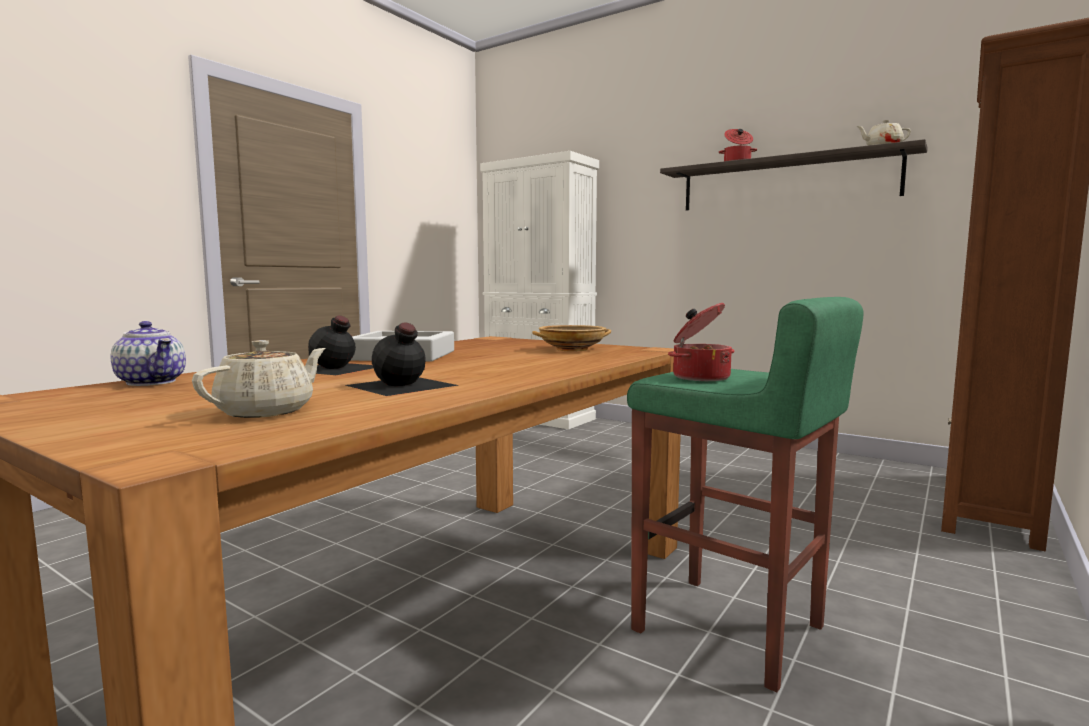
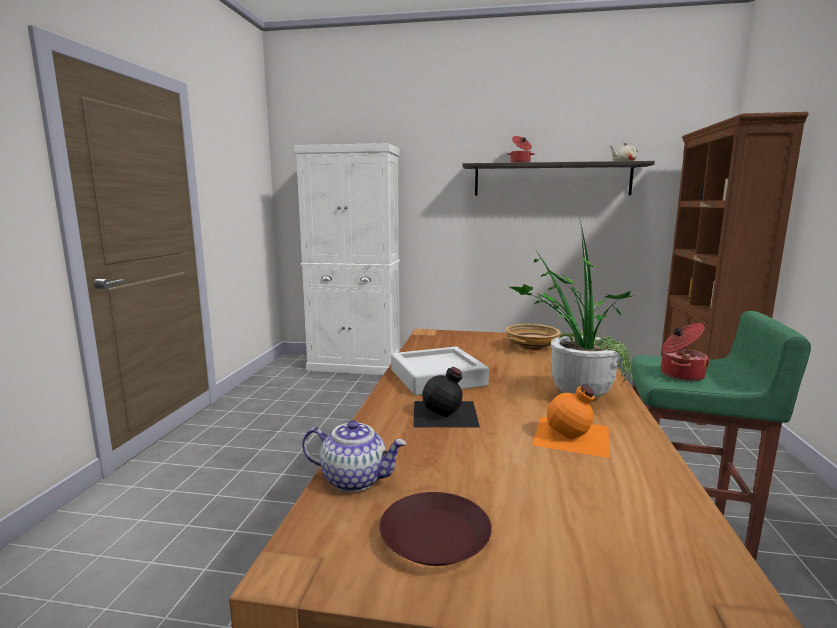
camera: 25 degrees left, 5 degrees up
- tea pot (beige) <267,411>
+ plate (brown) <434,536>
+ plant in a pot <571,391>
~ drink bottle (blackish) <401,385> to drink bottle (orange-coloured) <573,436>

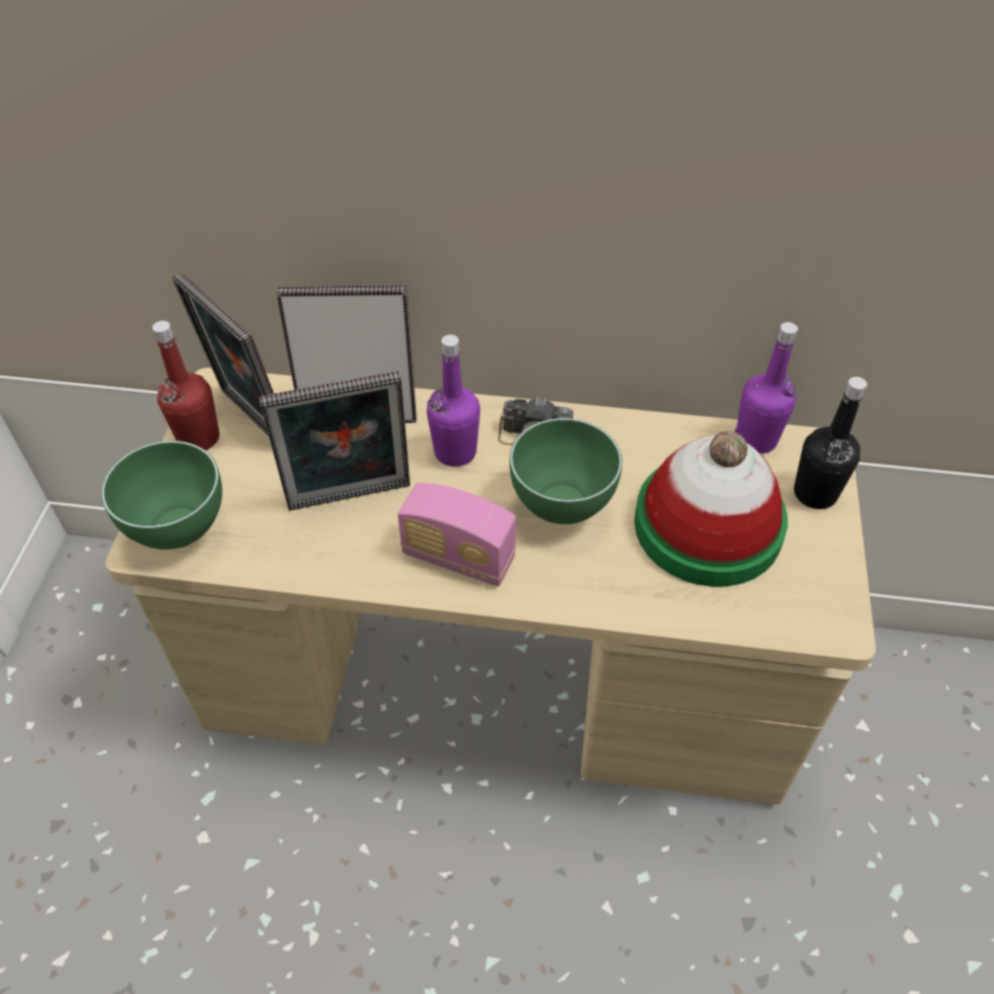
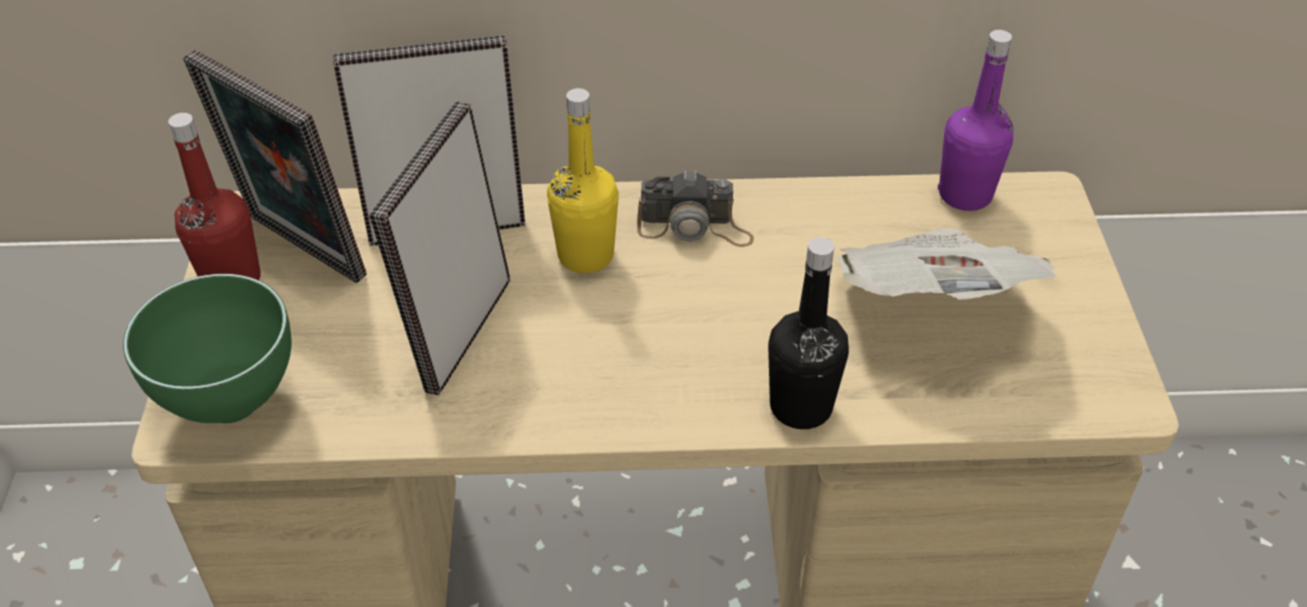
camera: 10 degrees left, 5 degrees down
- radio <458,557>
- bowl (green-coloured) <562,507>
~ drink bottle (blackish) <815,493> to <801,407>
~ clothing hat <707,525> to daily paper <932,303>
~ drink bottle (purple) <455,452> to drink bottle (yellow) <585,255>
~ standing frame <350,500> = <459,332> 135 degrees clockwise

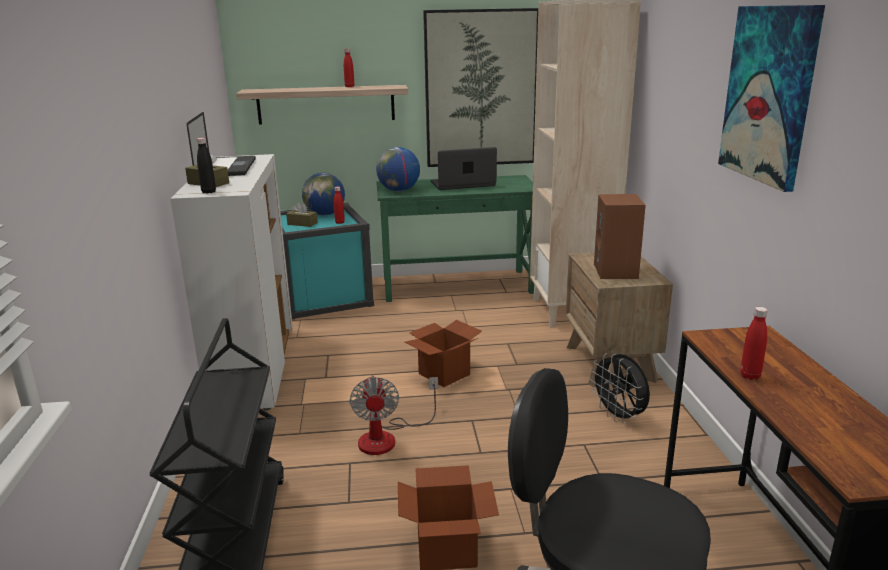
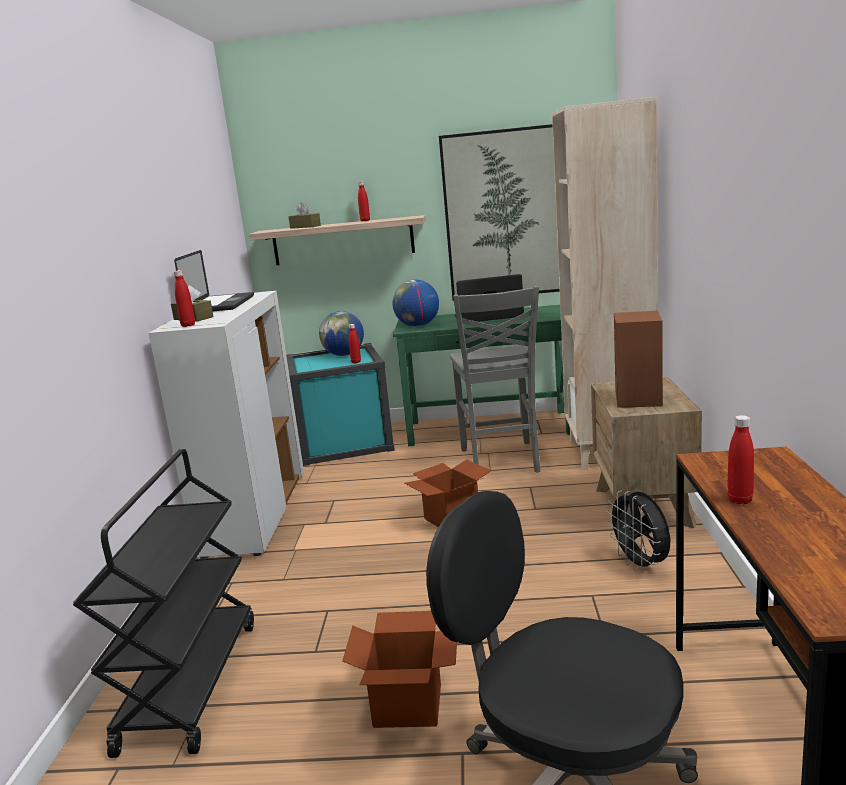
camera: 10 degrees right, 5 degrees down
- electric fan <387,437>
- wall picture <769,94>
+ plain chair (grey) <500,461>
~ tissue box (brown) <302,224> to <305,227>
~ drink bottle (blackish) <208,192> to drink bottle (red) <188,325>

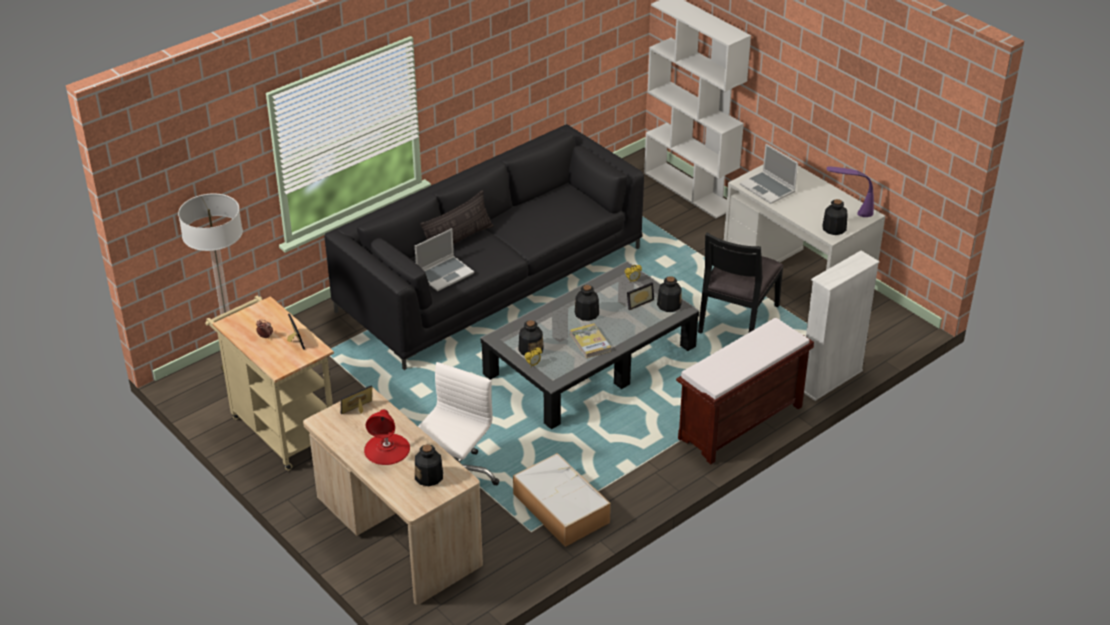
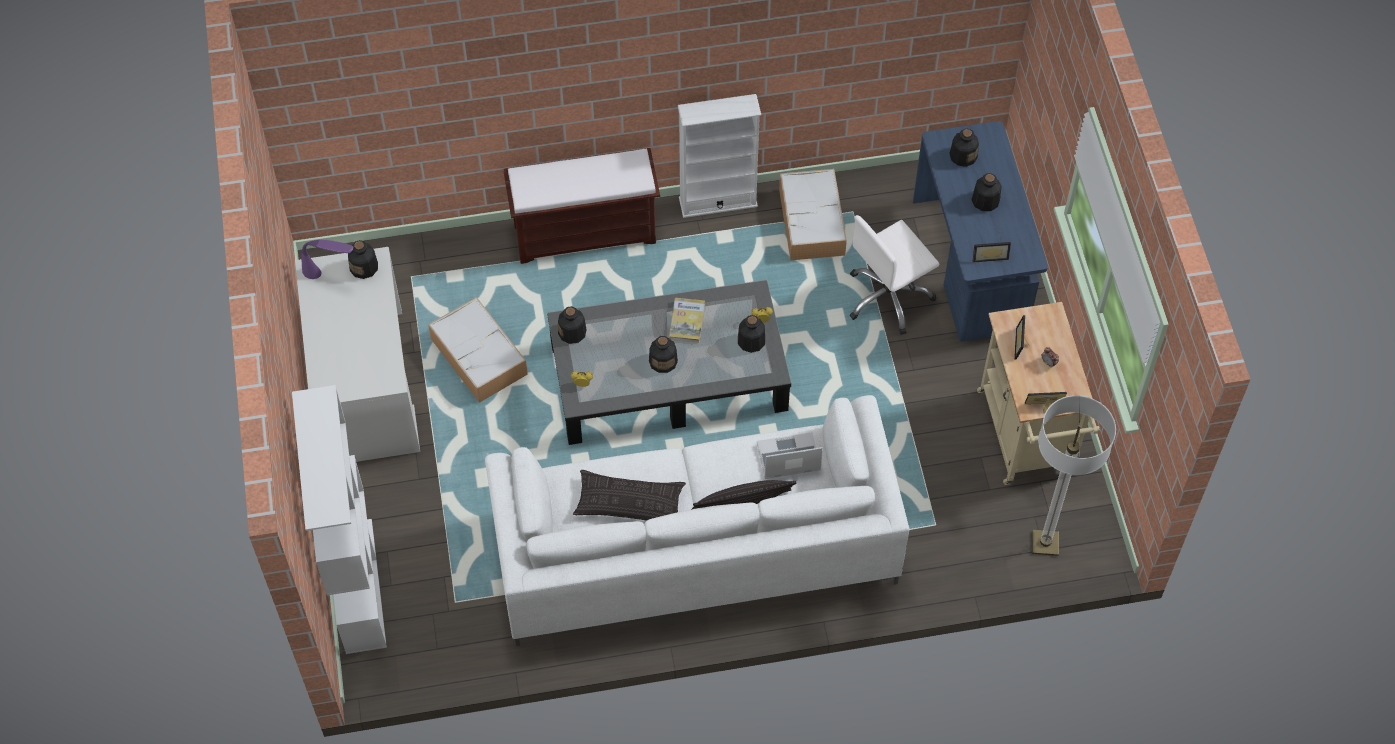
camera: 150 degrees left, 20 degrees up
- notebook computer <768,189>
+ pillow <629,503>
~ standing frame <638,302> to <1044,408>
~ bookshelf (whitish) <830,380> to <718,202>
~ tabletop lamp (red) <387,449> to drink bottle <985,200>
~ plain chair (blackish) <736,319> to storage bin <480,358>
~ desk (beige) <396,533> to desk (blue-coloured) <972,264>
~ couch (blackish) <491,279> to couch (whitish) <694,548>

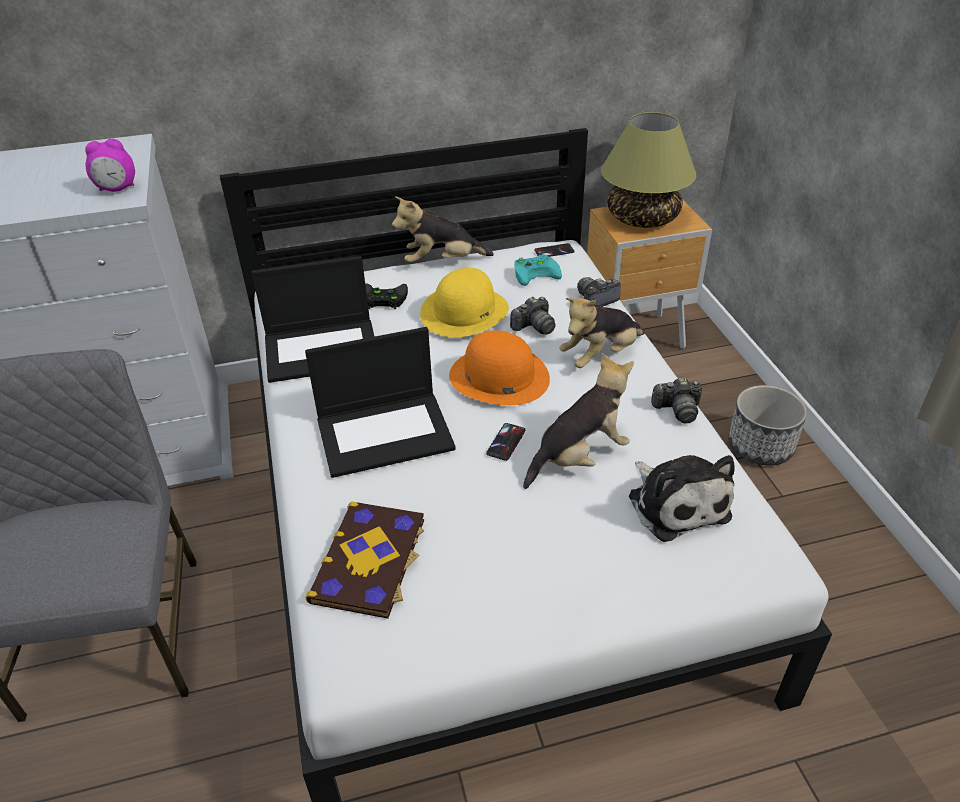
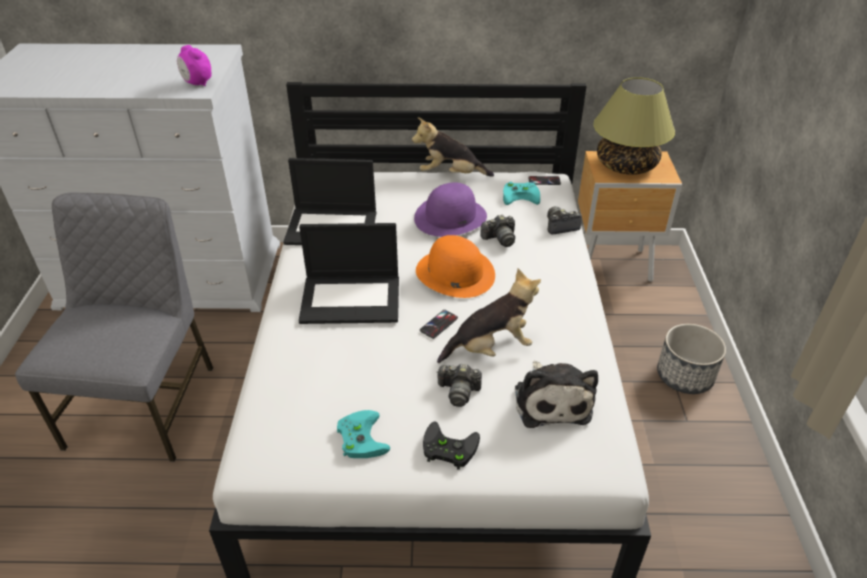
camera: 15 degrees right, 0 degrees up
- book <371,561>
- soft toy <600,356>
+ gamepad (turquoise) <359,437>
~ gamepad (blackish) <382,299> to <447,448>
~ photo camera <677,410> to <458,391>
~ clothing hat (yellow) <464,311> to clothing hat (purple) <450,217>
~ alarm clock <117,189> = <197,83> 45 degrees clockwise

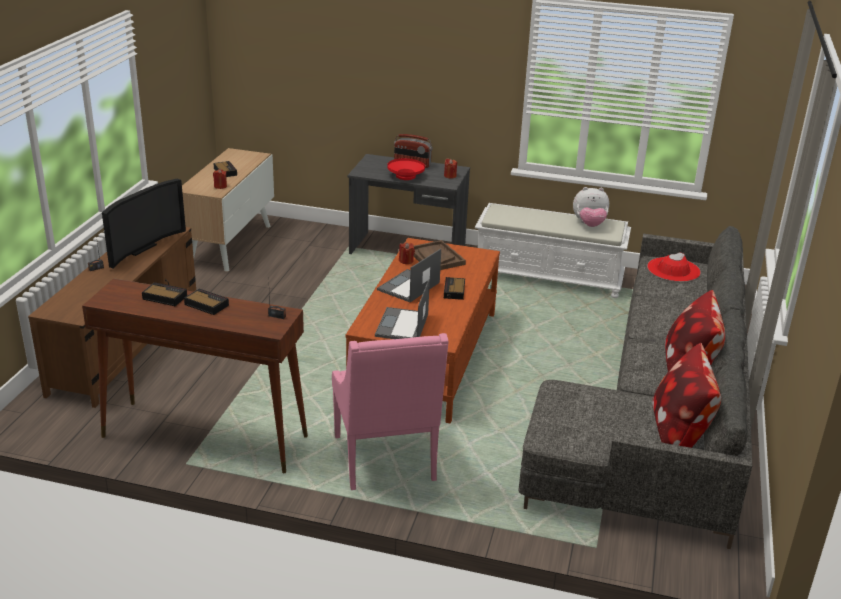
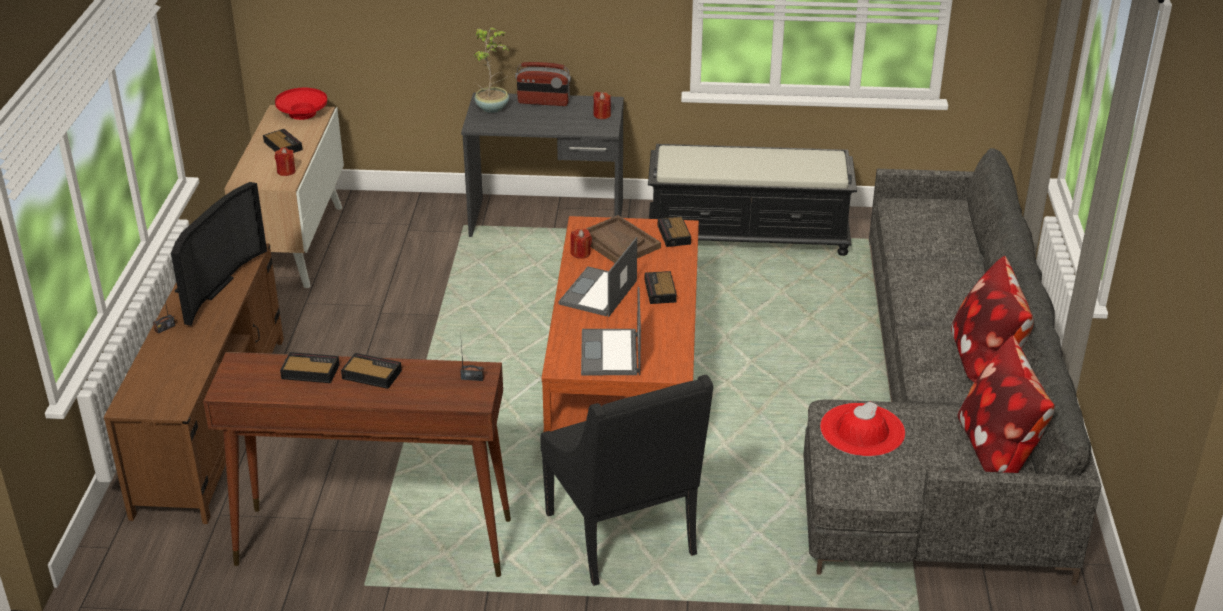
camera: 10 degrees left, 5 degrees up
- soft toy <589,224>
+ plant in a pot <493,108>
+ alarm clock <674,235>
~ bowl (red) <406,176> to <303,113>
~ clothing hat (red) <673,270> to <862,430>
~ armchair (pink) <386,461> to armchair (blackish) <624,537>
~ bench (whitish) <549,277> to bench (blackish) <749,235>

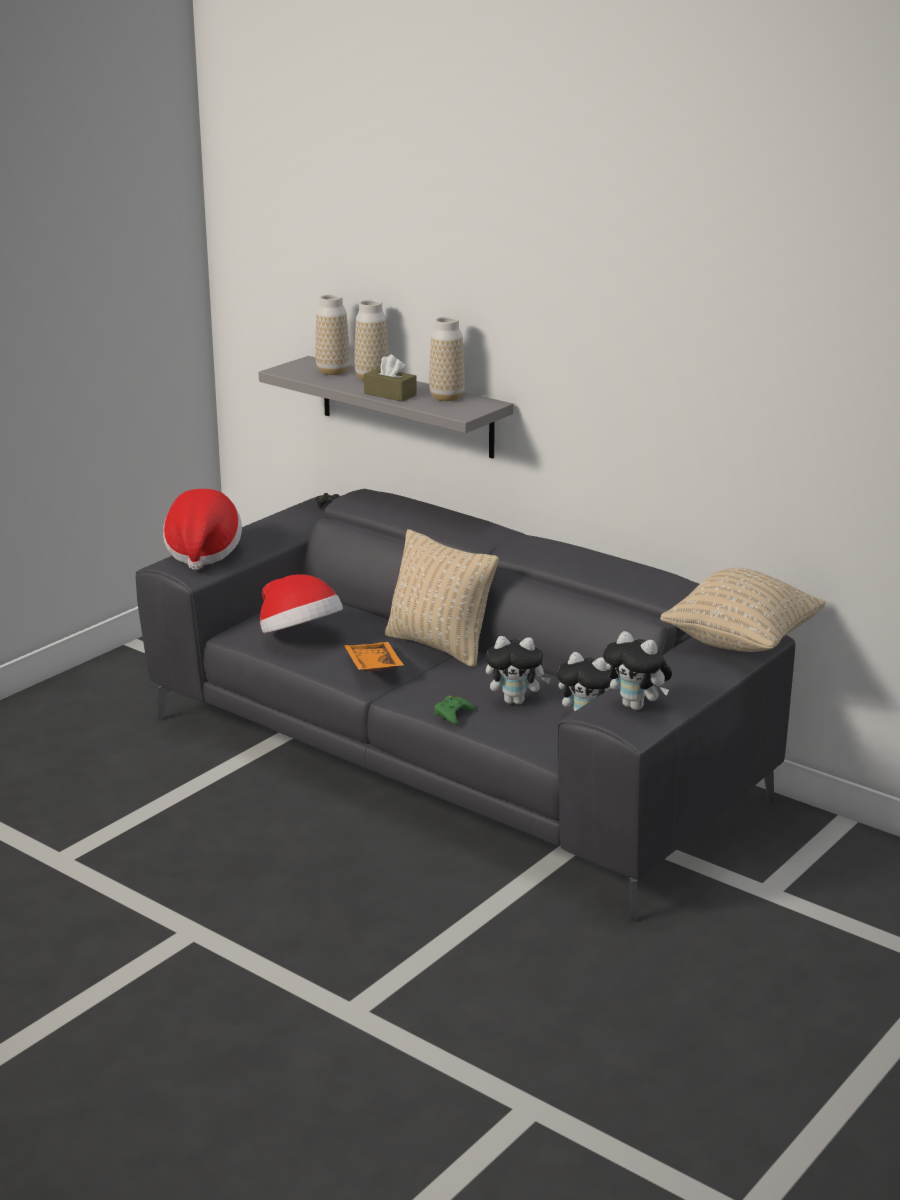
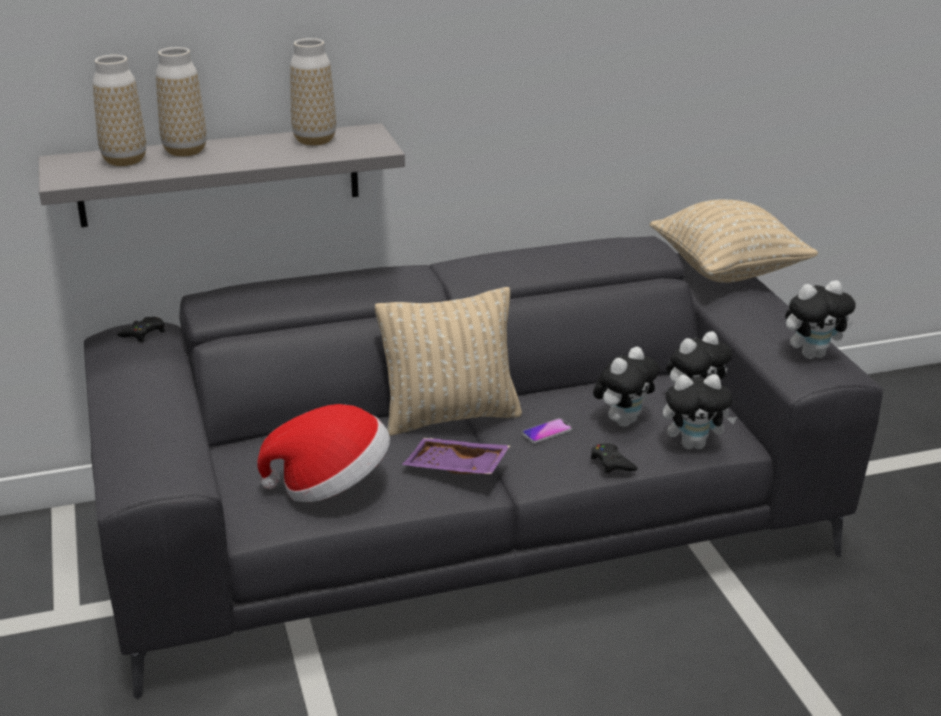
camera: 55 degrees left, 5 degrees up
- clothing hat <202,552>
- tissue box (brown) <390,394>
+ telephone <547,432>
+ soft toy <694,444>
~ serving tray (orange-coloured) <372,666> to serving tray (purple) <455,468>
~ gamepad (green-coloured) <453,713> to gamepad (blackish) <612,463>

